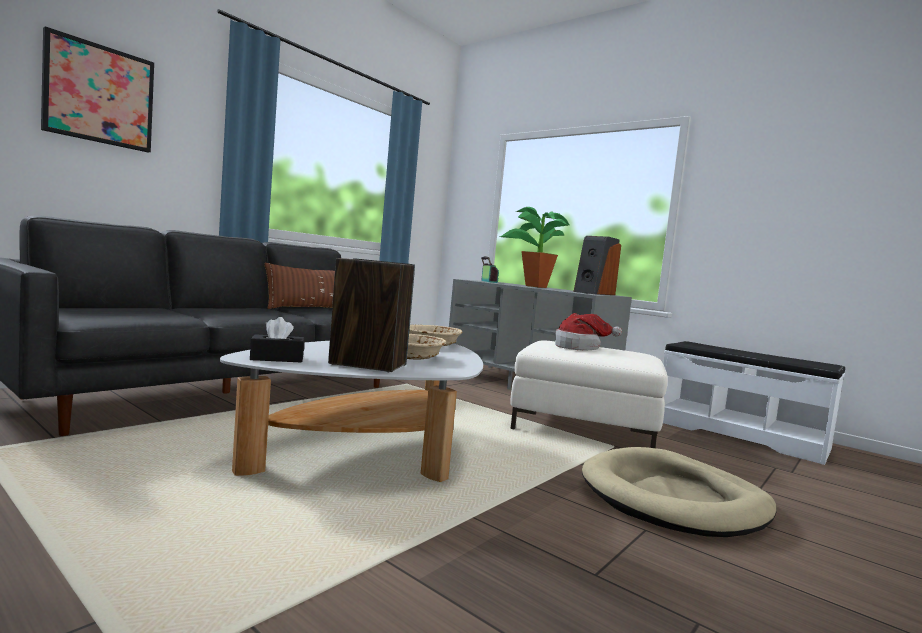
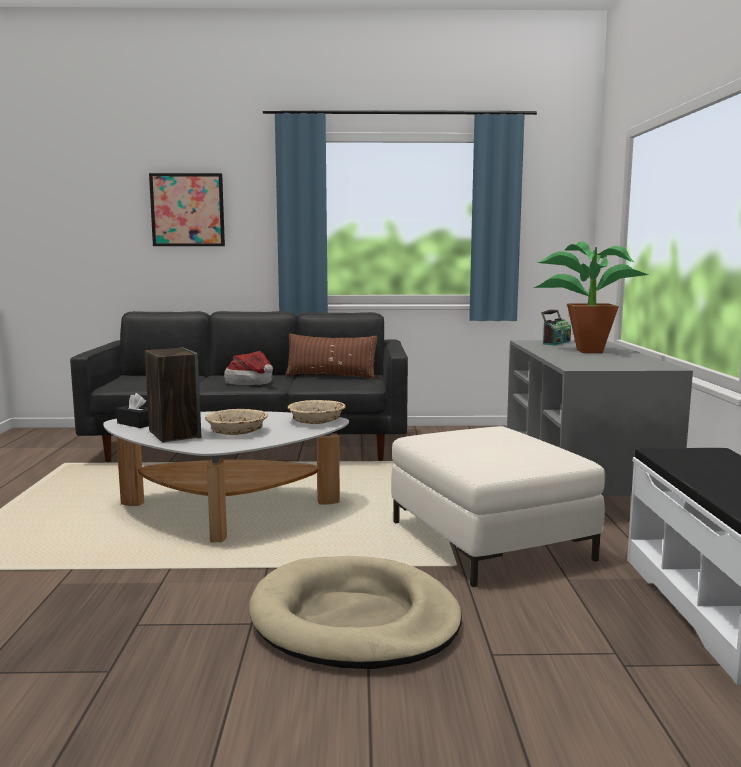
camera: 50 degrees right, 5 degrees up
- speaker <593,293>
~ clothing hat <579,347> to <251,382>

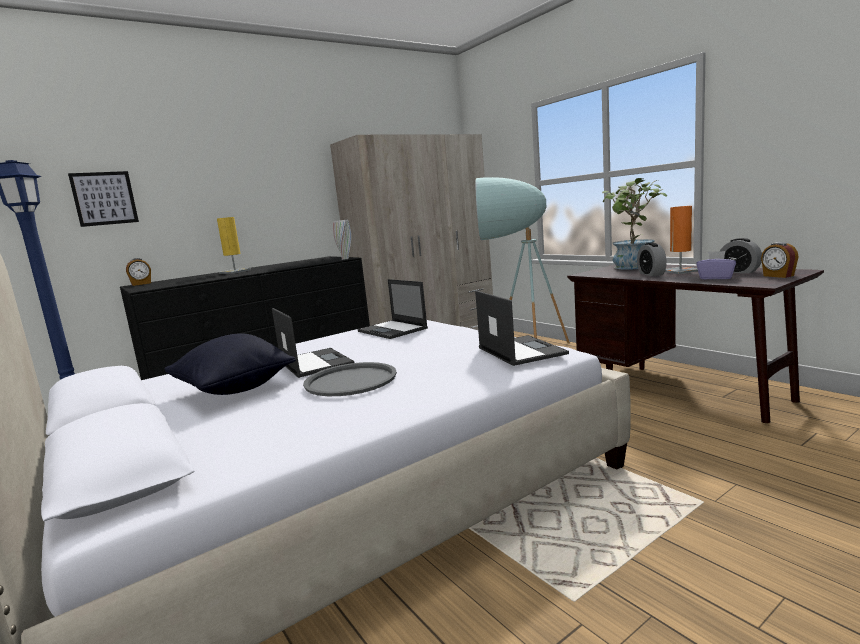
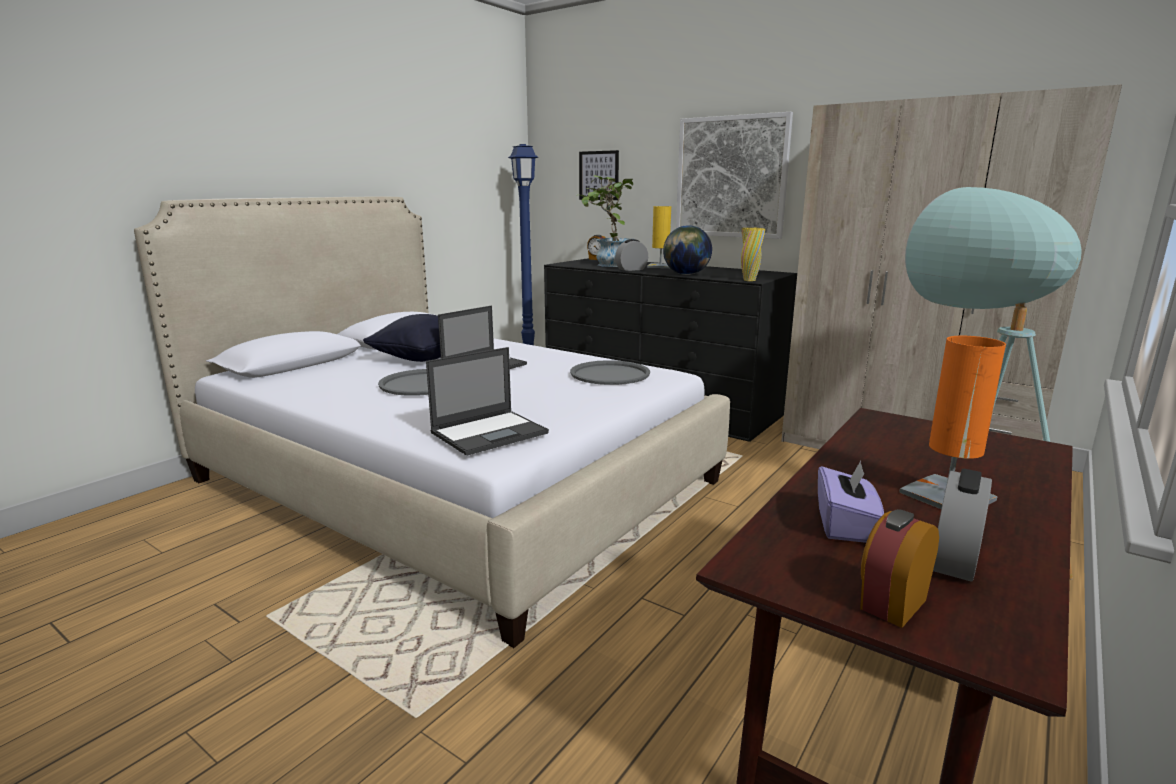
camera: 70 degrees right, 5 degrees up
+ world globe <686,274>
+ wall picture <731,177>
~ plant in a pot <633,267> to <609,264>
~ alarm clock <651,274> to <631,269>
~ notebook computer <393,330> to serving tray (grey) <610,374>
~ vase (whitish) <345,259> to vase (yellow) <749,280>

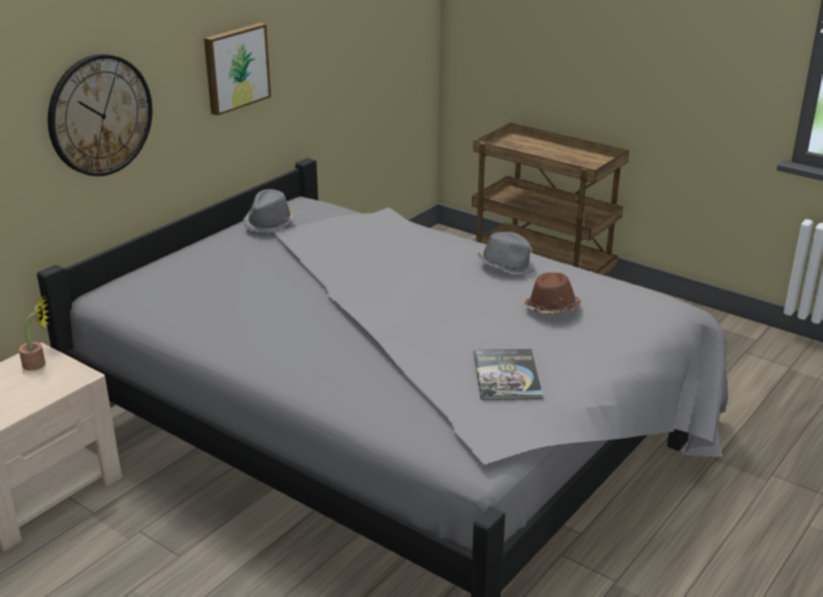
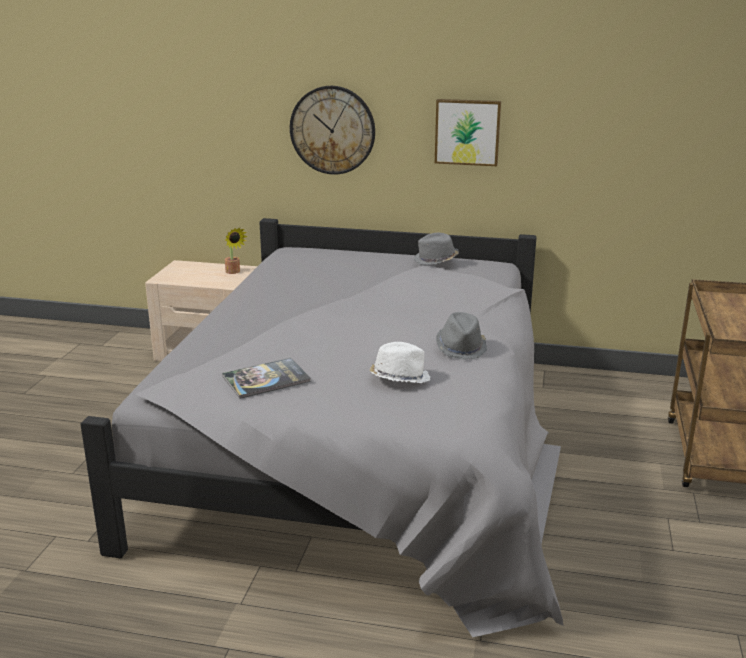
camera: 65 degrees right, 5 degrees down
~ clothing hat (brown) <551,309> to clothing hat (whitish) <399,378>

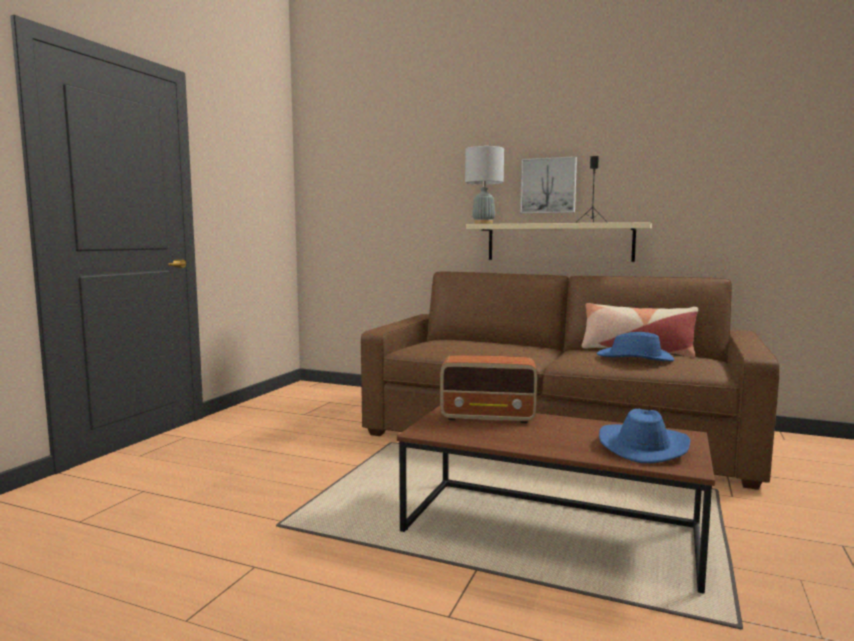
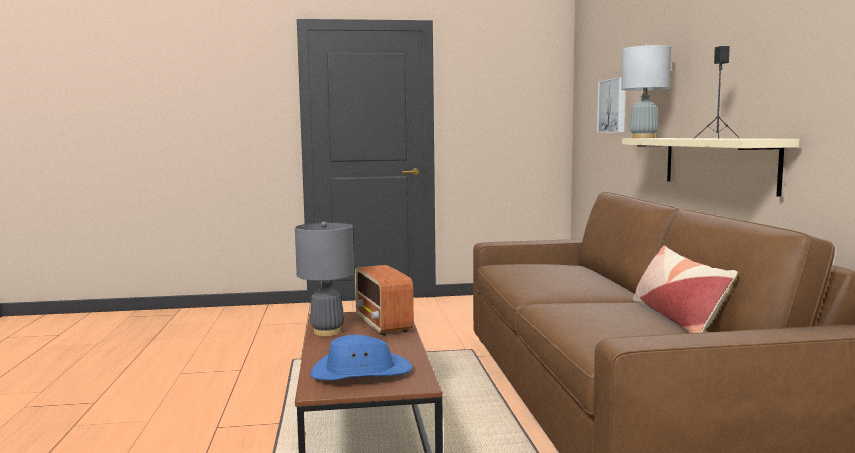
camera: 60 degrees right, 0 degrees up
- clothing hat (blue-coloured) <635,358>
+ tabletop lamp (grey) <327,332>
~ wall picture <548,186> to <613,106>

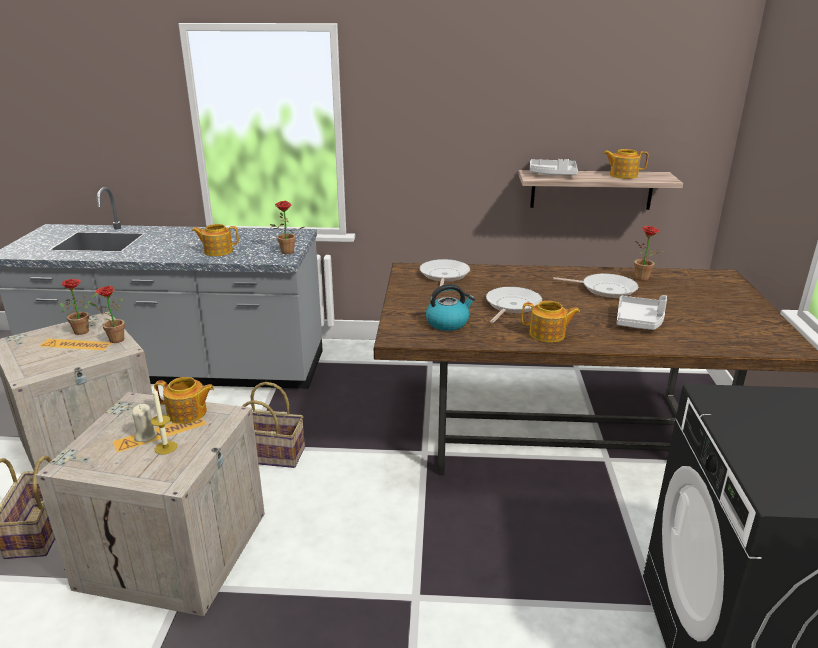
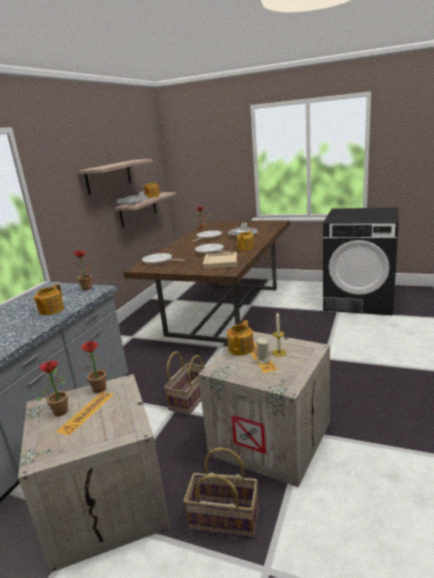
camera: 70 degrees left, 5 degrees down
+ wall shelf <109,176>
~ water kettle <448,323> to serving tray (beige) <220,262>

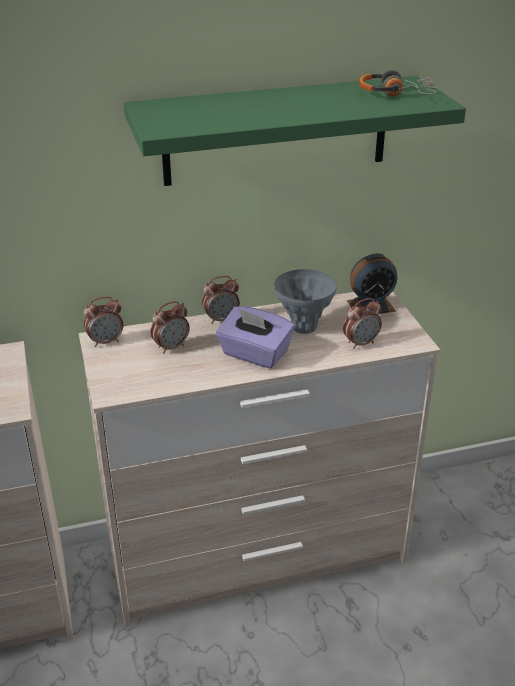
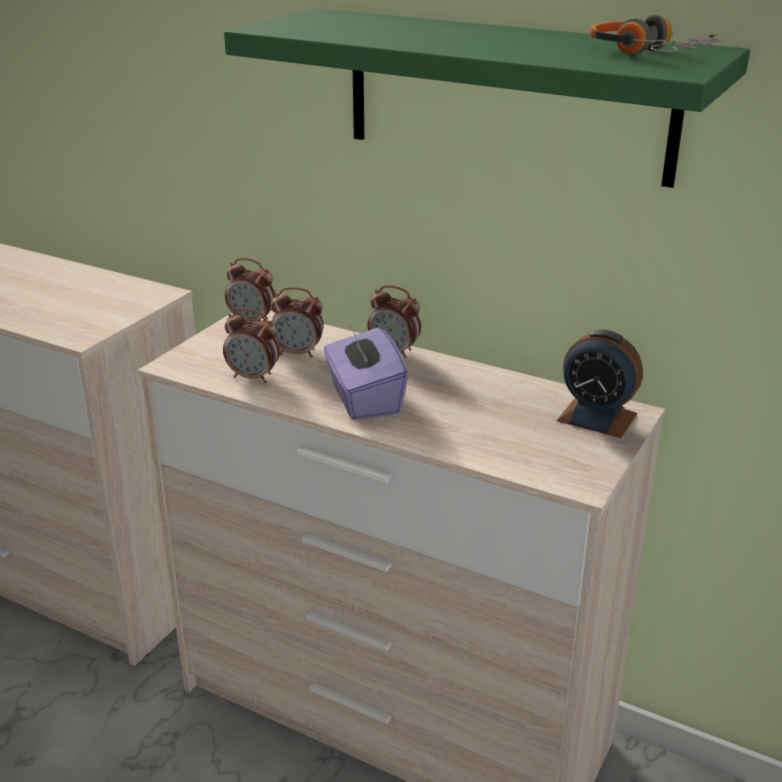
camera: 45 degrees right, 5 degrees down
- vase (grey) <303,328>
~ alarm clock <361,343> to <253,377>

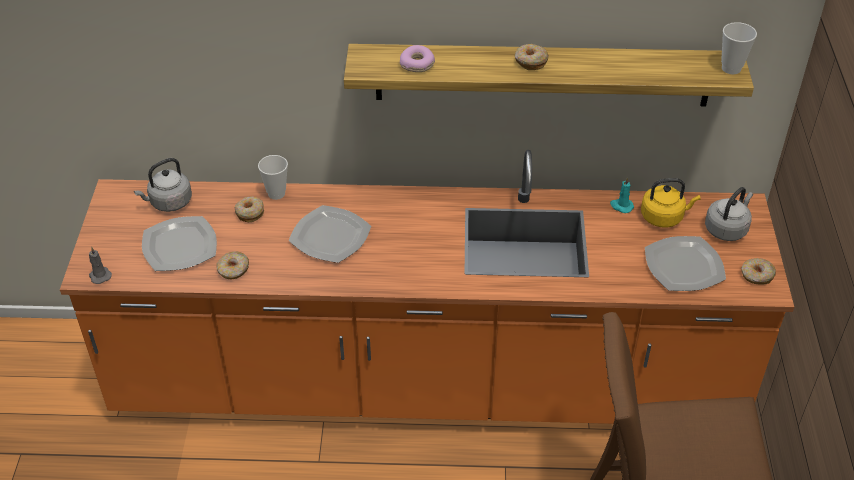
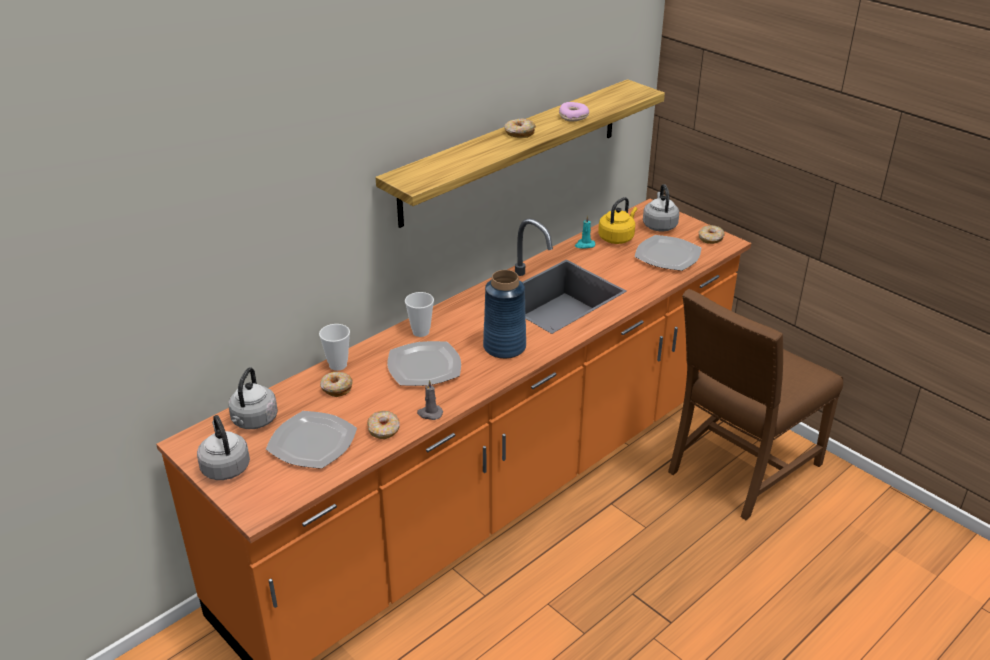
camera: 45 degrees left, 10 degrees down
+ water kettle (grey) <225,466>
+ vase (blue-coloured) <504,347>
~ candle (grey) <99,275> to <429,413>
~ doughnut <417,64> to <573,116>
~ small cup <731,68> to <421,332>

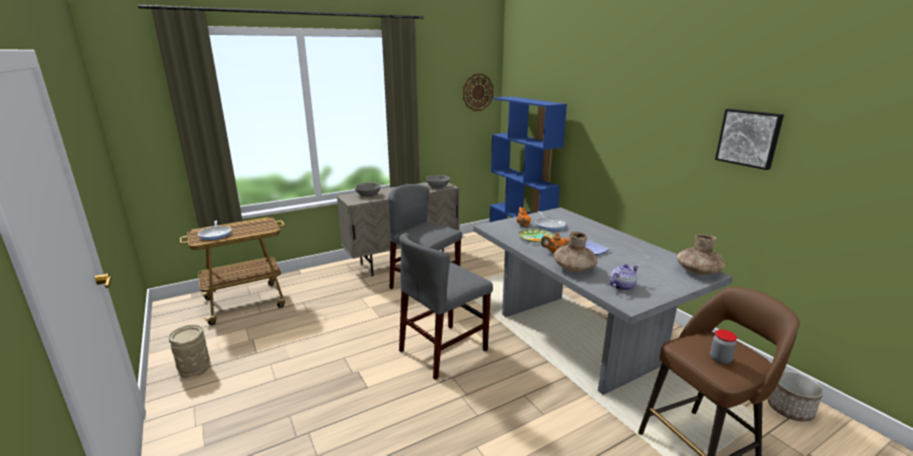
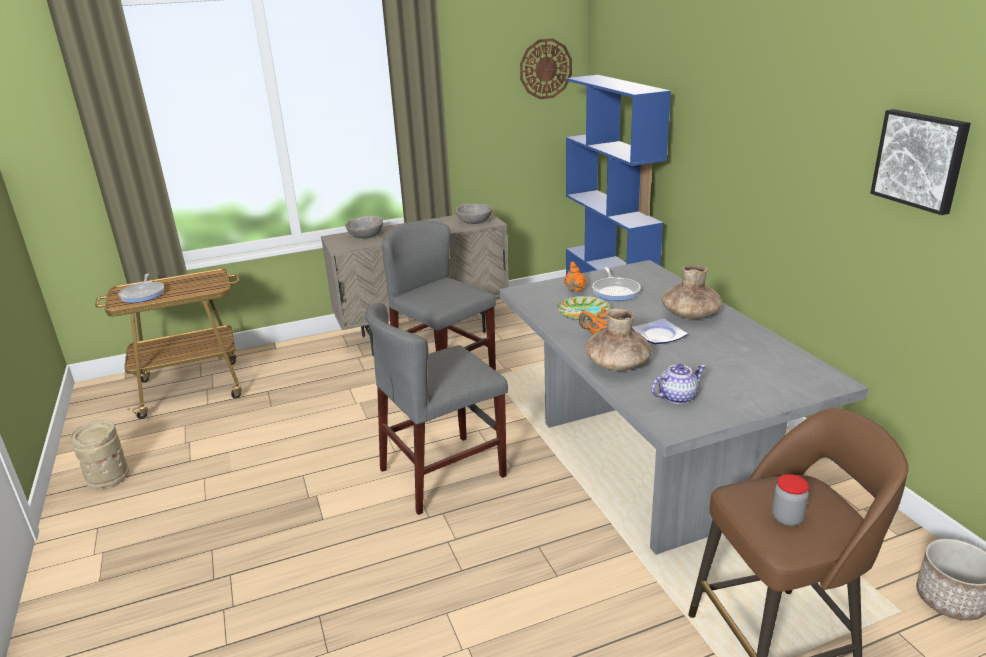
camera: 10 degrees right, 5 degrees up
~ vase (brown) <698,271> to <690,315>

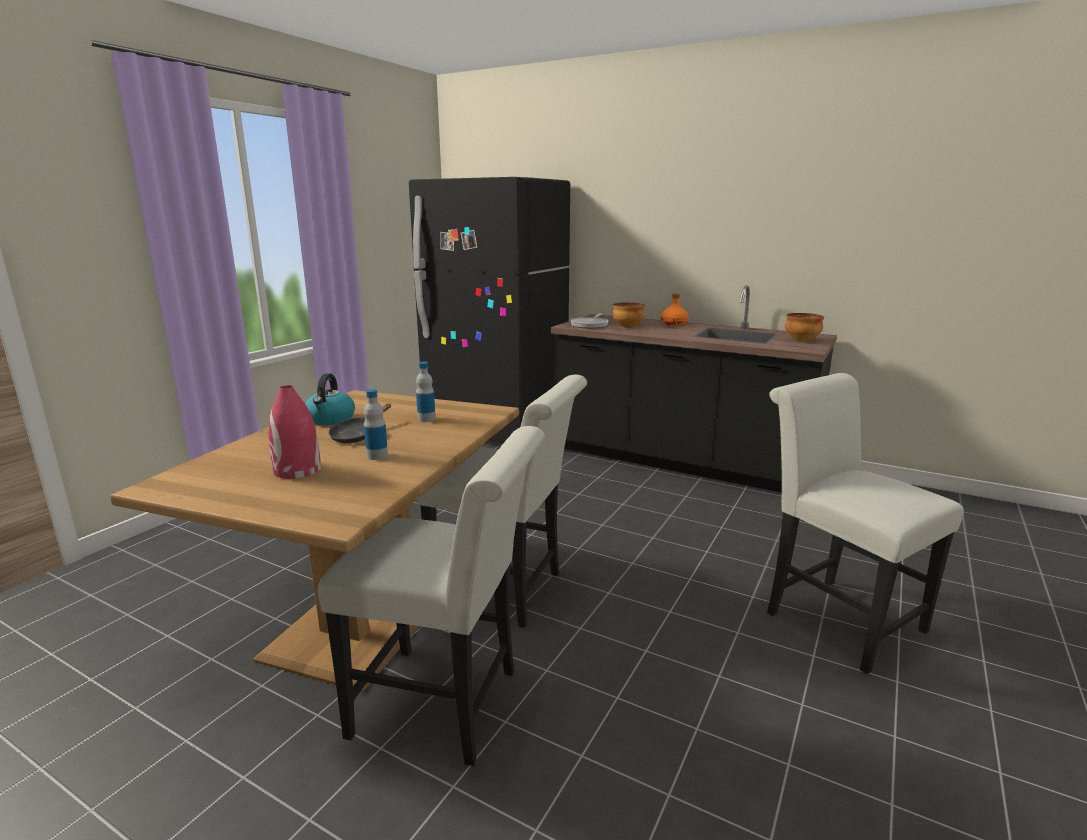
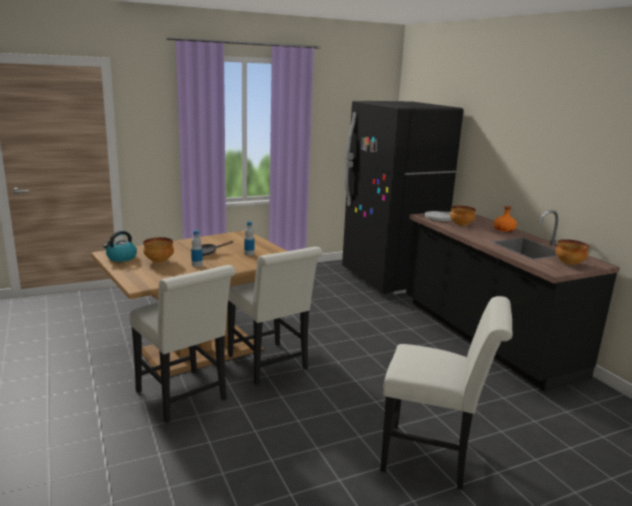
camera: 35 degrees right, 0 degrees up
~ water kettle <330,419> to <121,258>
~ vase (red) <297,470> to bowl <159,261>
~ plain chair (whitish) <834,616> = <433,457> 105 degrees clockwise

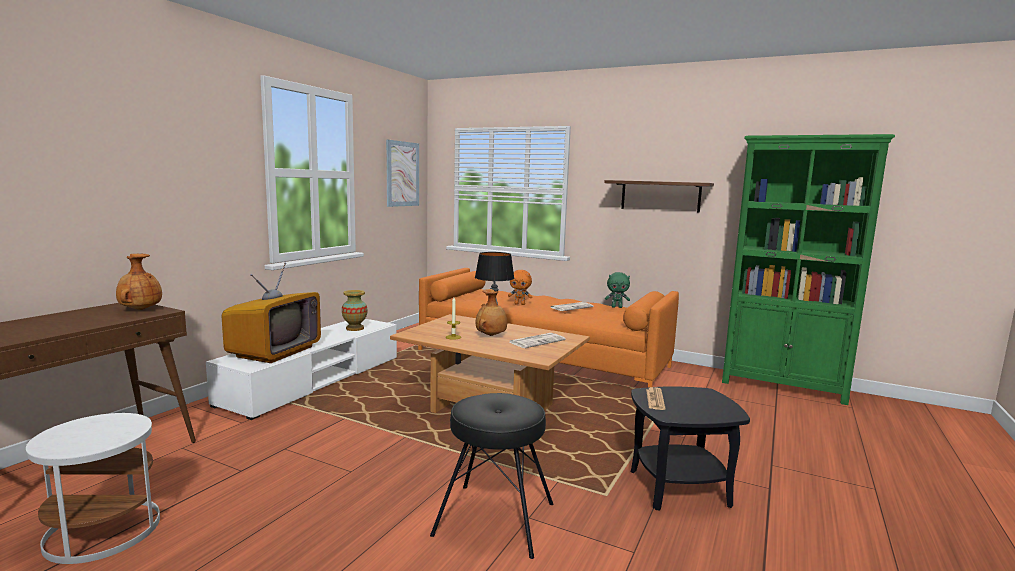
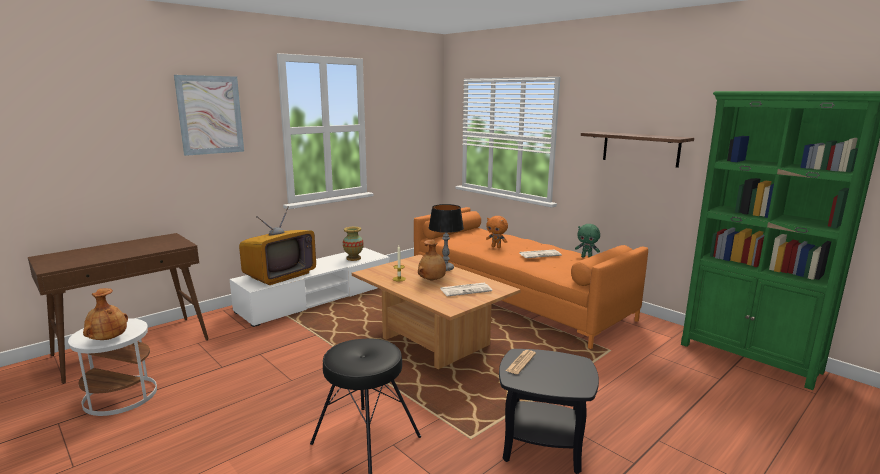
camera: 20 degrees right, 5 degrees up
~ vase (brown) <140,310> to <108,339>
~ wall picture <402,174> to <210,115>

